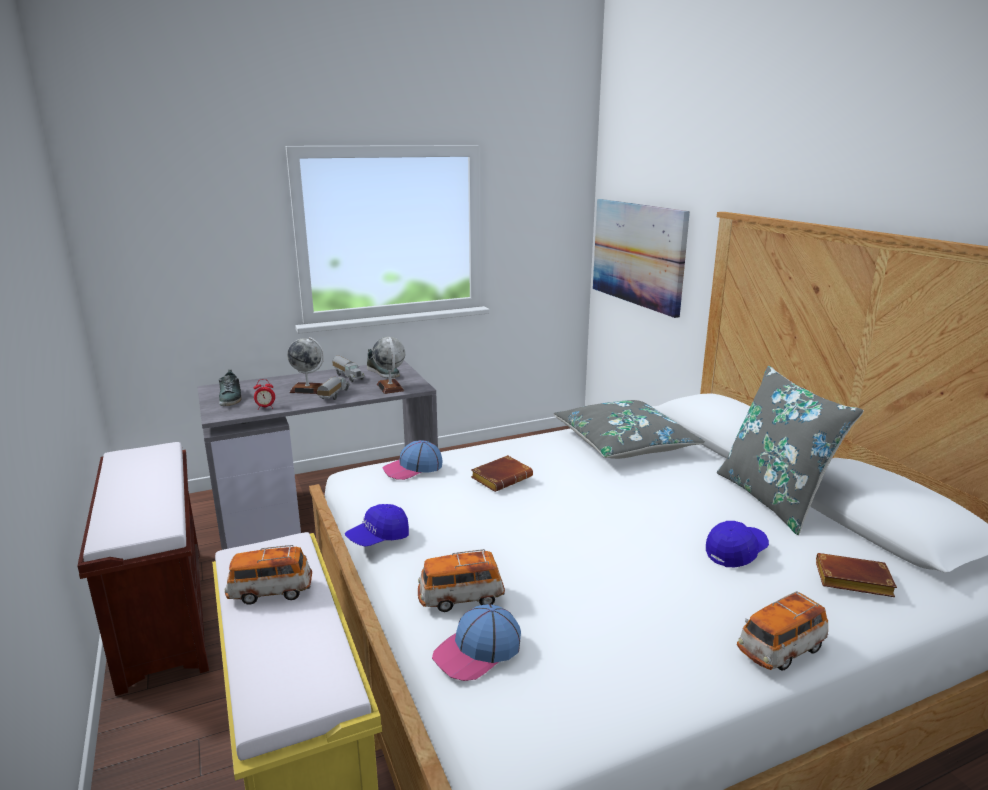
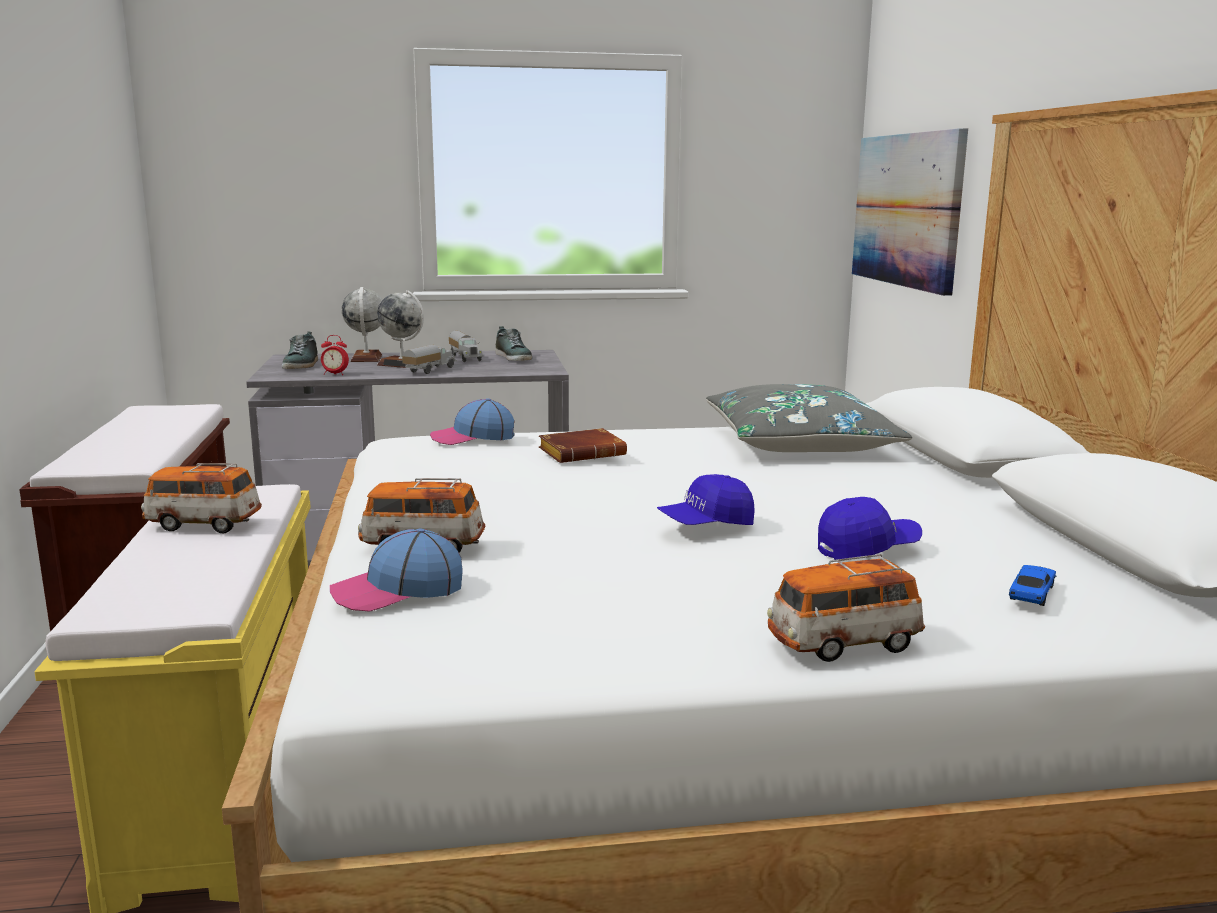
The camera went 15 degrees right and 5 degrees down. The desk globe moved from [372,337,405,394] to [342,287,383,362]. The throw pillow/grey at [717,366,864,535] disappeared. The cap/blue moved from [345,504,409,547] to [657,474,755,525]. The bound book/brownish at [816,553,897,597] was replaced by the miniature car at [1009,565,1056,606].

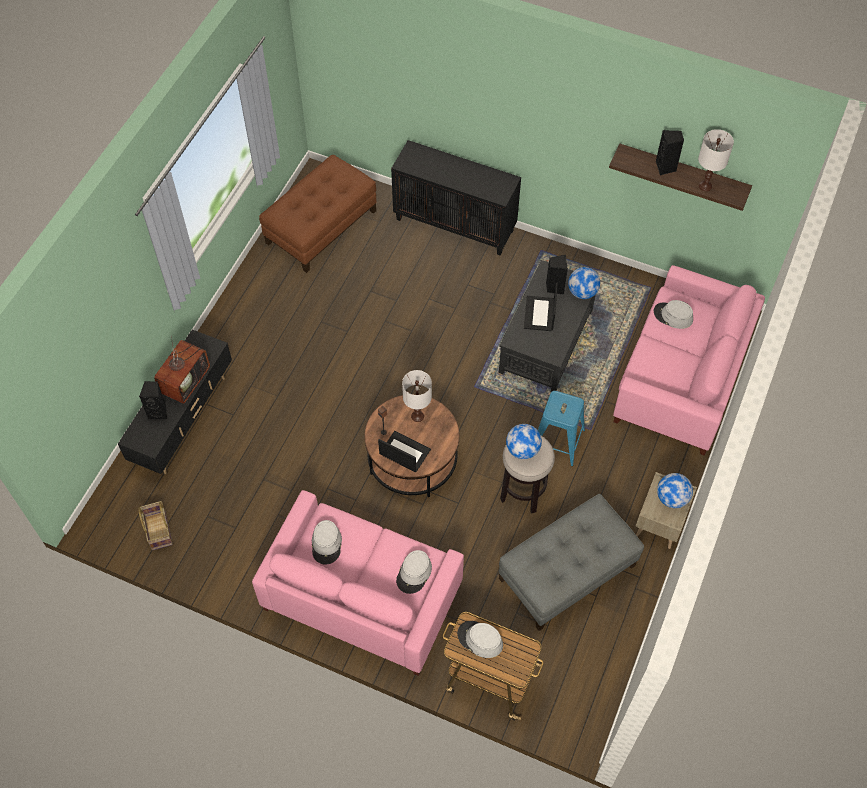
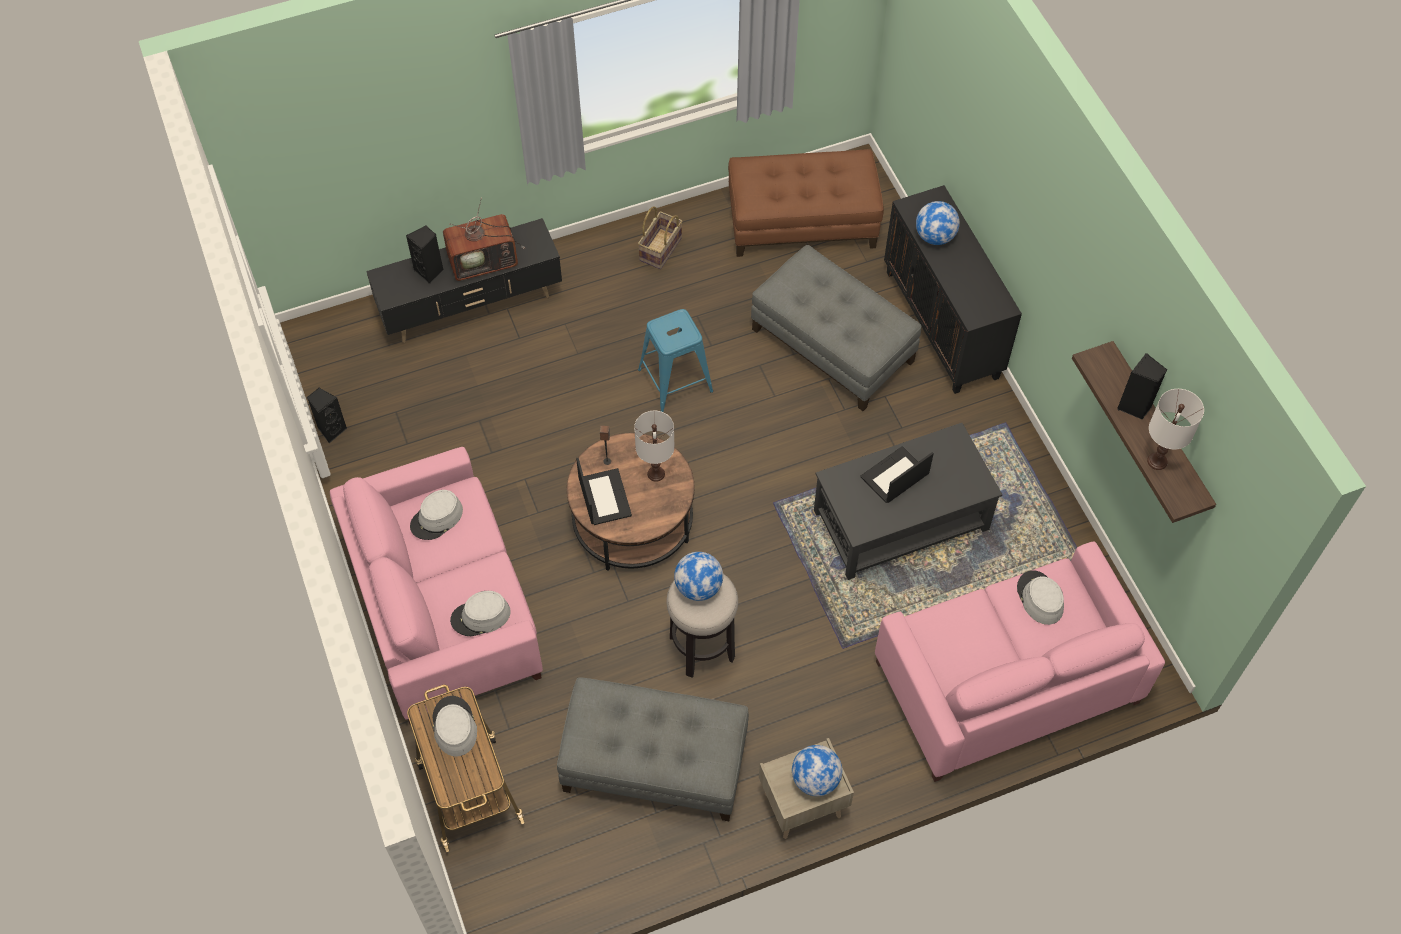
The camera went 45 degrees right and 0 degrees up. The speaker/black-coloured moved from [546,255,568,295] to [307,388,347,443]. The desk globe moved from [568,267,600,299] to [916,201,960,245]. The stool/blue moved from [538,391,585,466] to [638,309,713,412]. The household basket moved from [138,501,173,550] to [638,206,683,269]. The pouffe/grey at [751,245,922,411] appeared.

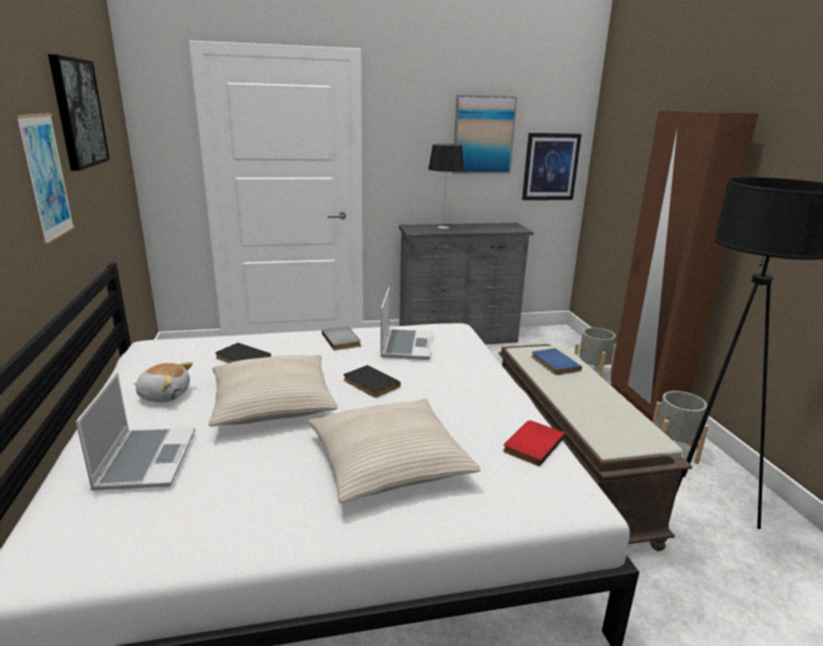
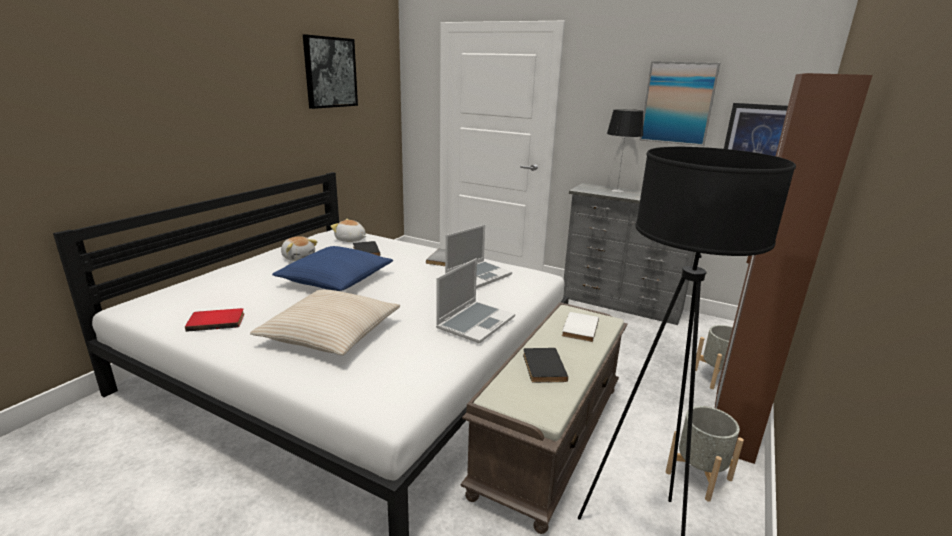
The camera went 40 degrees right and 0 degrees up. The wall art at [15,113,75,245] disappeared. The bound book/blue at [532,348,582,375] became the bound book/white-coloured at [562,312,599,342]. The throw pillow/beige at [209,355,337,426] became the throw pillow/blue at [272,246,393,291]. The bound book/black-coloured moved from [344,365,401,398] to [523,348,568,383]. The notebook computer moved from [76,372,195,490] to [436,258,515,344]. The bound book/red-coloured moved from [503,420,565,467] to [185,308,244,332]. The soft toy at [330,219,367,242] appeared.

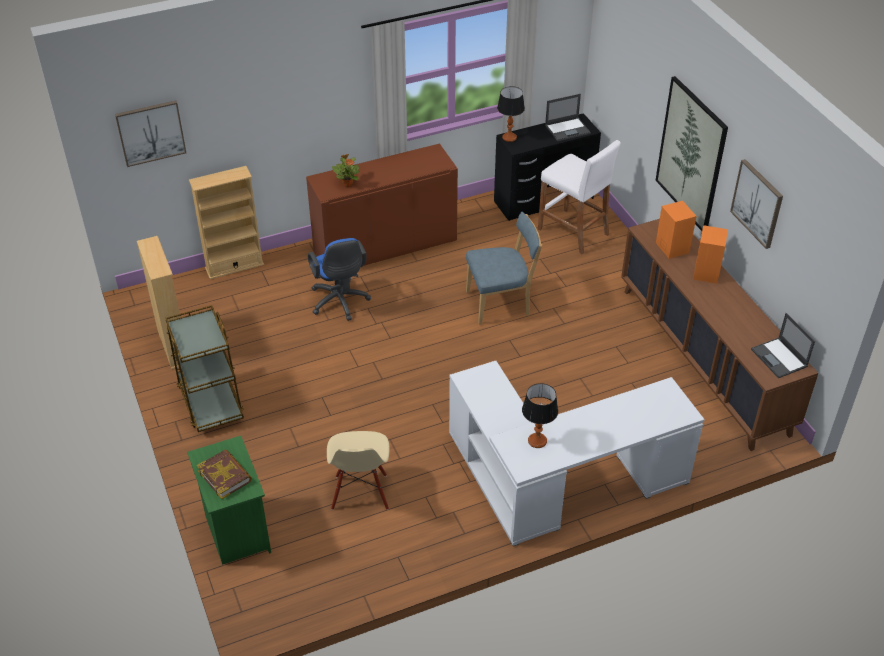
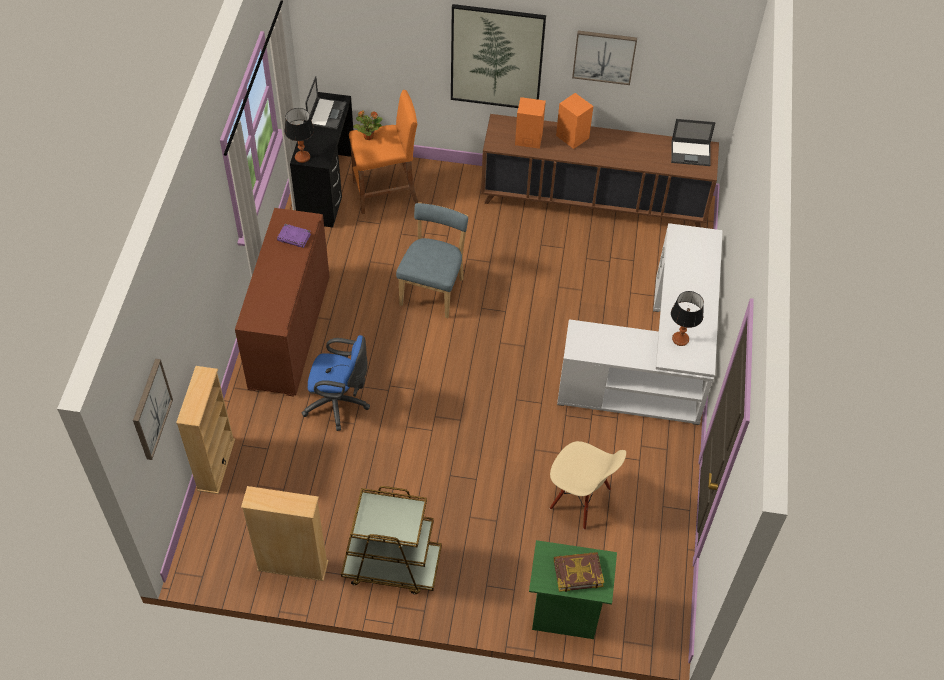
The camera went 60 degrees left and 10 degrees up. The stool/white-coloured at [538,140,621,255] became the stool/orange at [349,90,419,214]. The plant in a pot moved from [332,154,359,187] to [353,110,383,140]. The bound book/purple-coloured at [277,224,311,248] appeared.

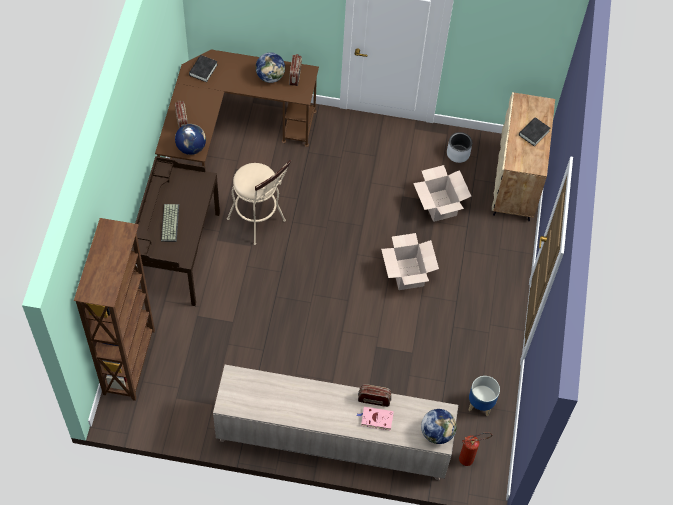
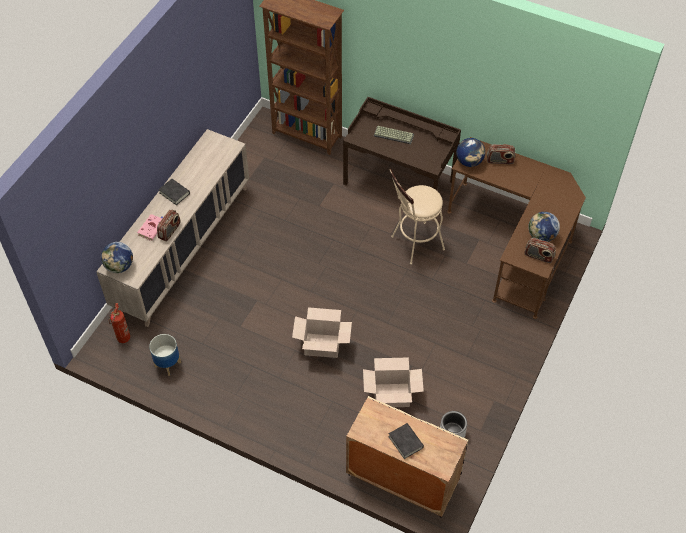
The camera went 110 degrees right and 5 degrees down. The bound book/black-coloured moved from [189,55,217,82] to [158,179,190,205].

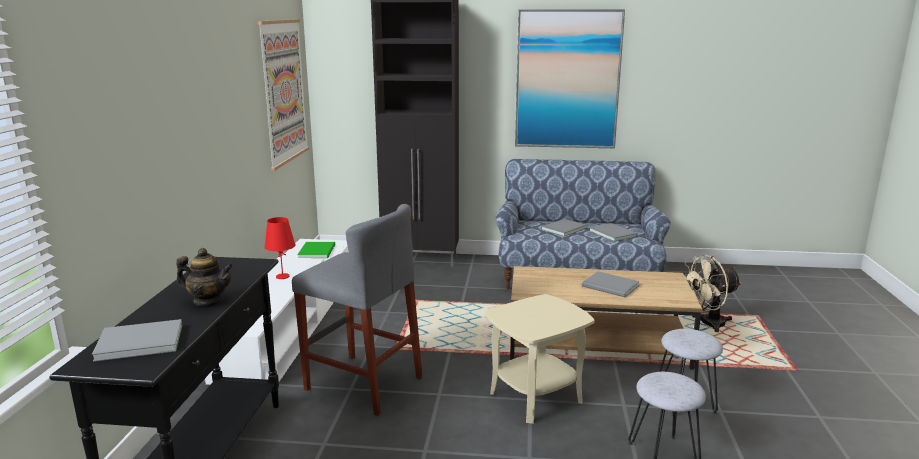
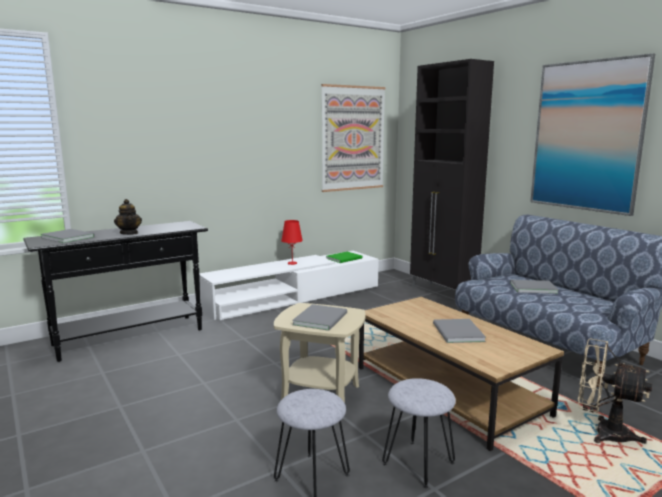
The camera went 50 degrees right and 5 degrees down. The stool/grey at [292,204,423,416] disappeared. The bound book/grey moved from [590,223,638,242] to [292,304,347,331].

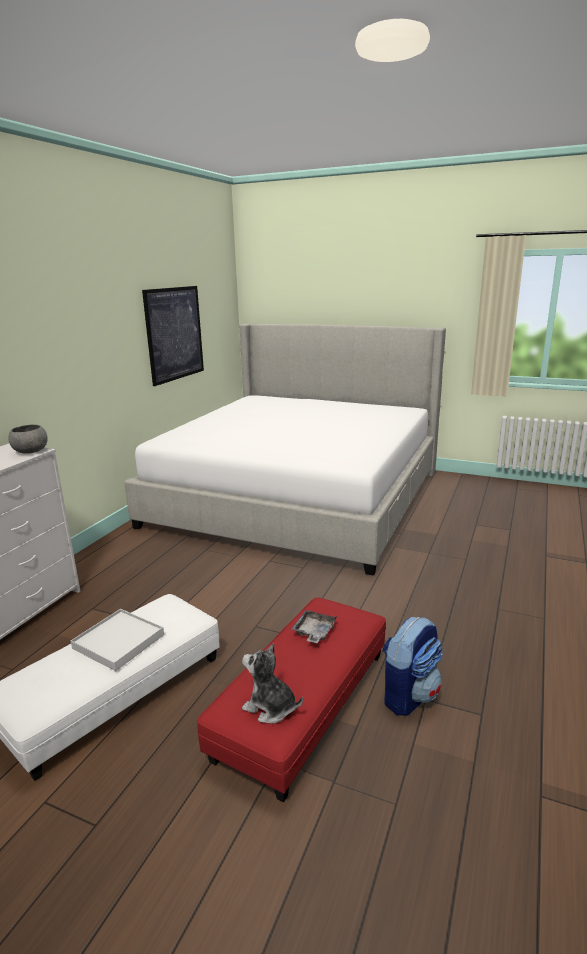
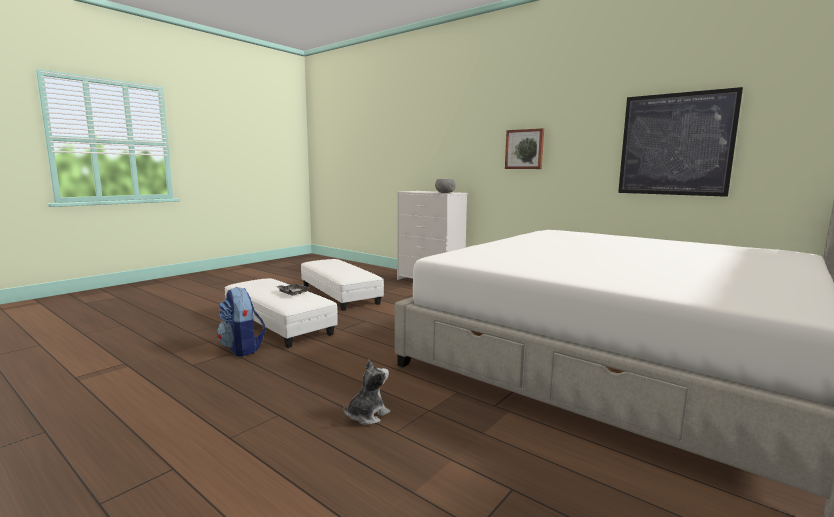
The camera went 105 degrees right and 10 degrees down. The pouffe/red-coloured at [197,597,386,802] became the pouffe/white-coloured at [225,278,338,348]. The serving tray/white-coloured at [71,609,164,671] disappeared. The soft toy moved from [242,643,303,724] to [343,359,391,425]. The wall art at [505,128,544,169] appeared.

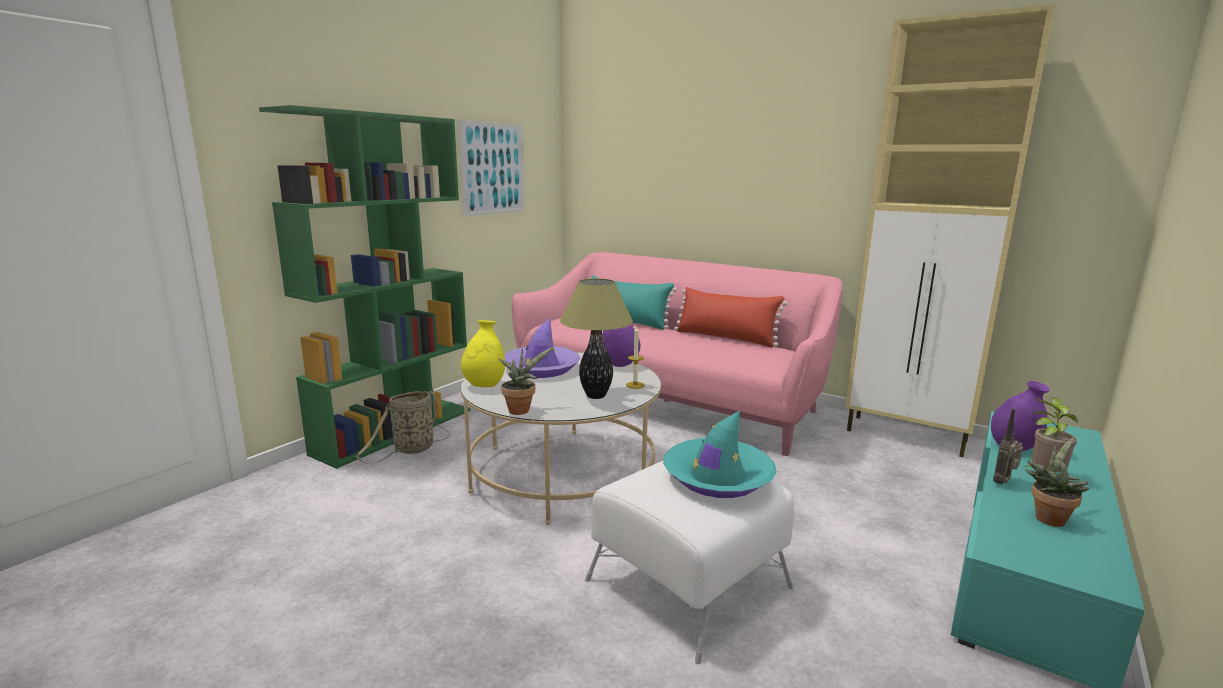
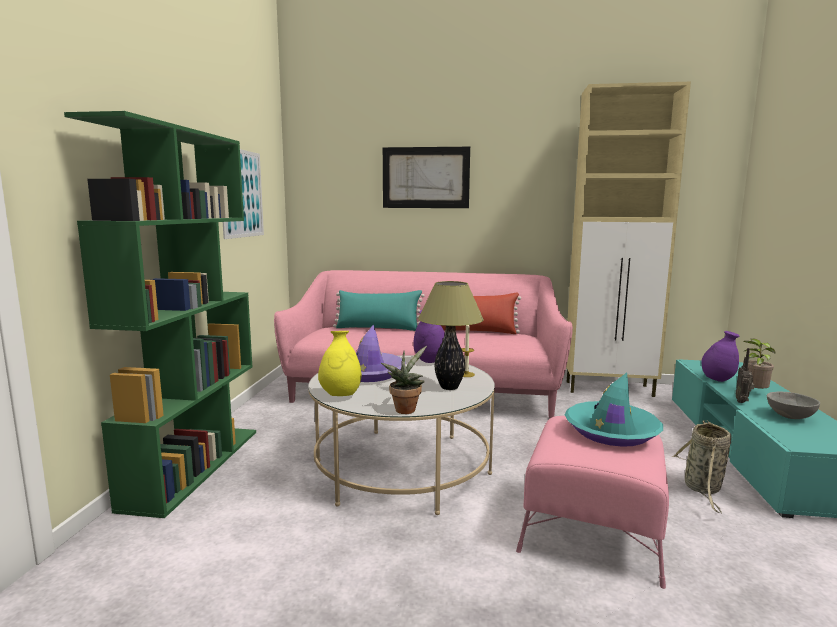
The camera went 25 degrees left and 5 degrees down. The household basket moved from [356,390,450,464] to [672,420,731,514]. The plant in a pot at [1025,438,1089,527] was replaced by the bowl/grey at [767,391,820,419]. The pouffe/white-coloured at [585,460,794,664] became the pouffe/pinkish at [516,416,669,589]. The wall art at [383,147,470,208] appeared.

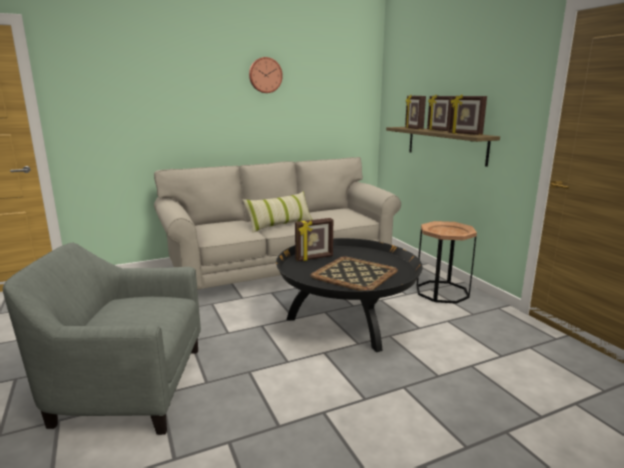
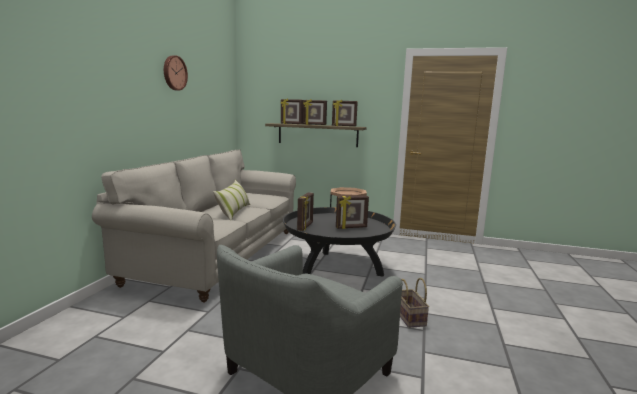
The camera went 50 degrees left and 5 degrees down. The serving tray at [310,256,398,291] was replaced by the standing frame at [336,195,369,229]. The household basket at [400,278,429,328] appeared.

